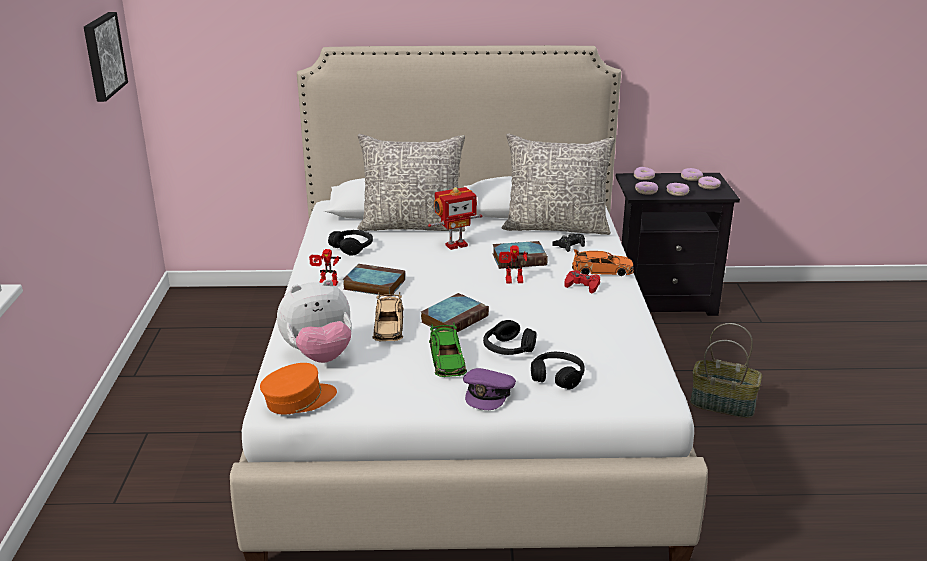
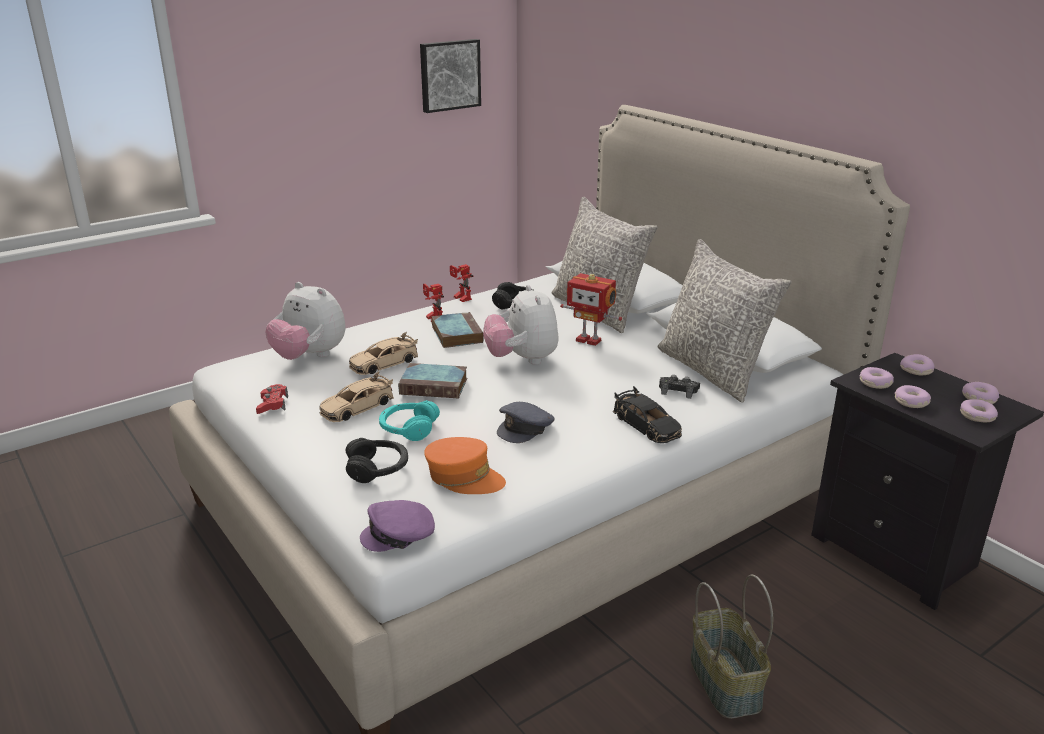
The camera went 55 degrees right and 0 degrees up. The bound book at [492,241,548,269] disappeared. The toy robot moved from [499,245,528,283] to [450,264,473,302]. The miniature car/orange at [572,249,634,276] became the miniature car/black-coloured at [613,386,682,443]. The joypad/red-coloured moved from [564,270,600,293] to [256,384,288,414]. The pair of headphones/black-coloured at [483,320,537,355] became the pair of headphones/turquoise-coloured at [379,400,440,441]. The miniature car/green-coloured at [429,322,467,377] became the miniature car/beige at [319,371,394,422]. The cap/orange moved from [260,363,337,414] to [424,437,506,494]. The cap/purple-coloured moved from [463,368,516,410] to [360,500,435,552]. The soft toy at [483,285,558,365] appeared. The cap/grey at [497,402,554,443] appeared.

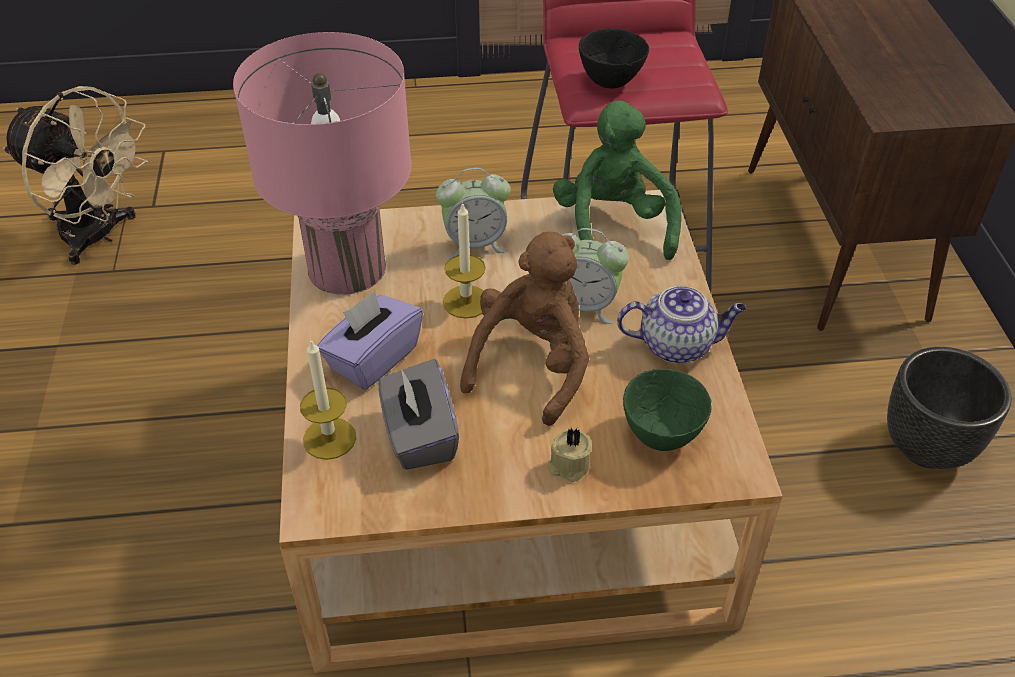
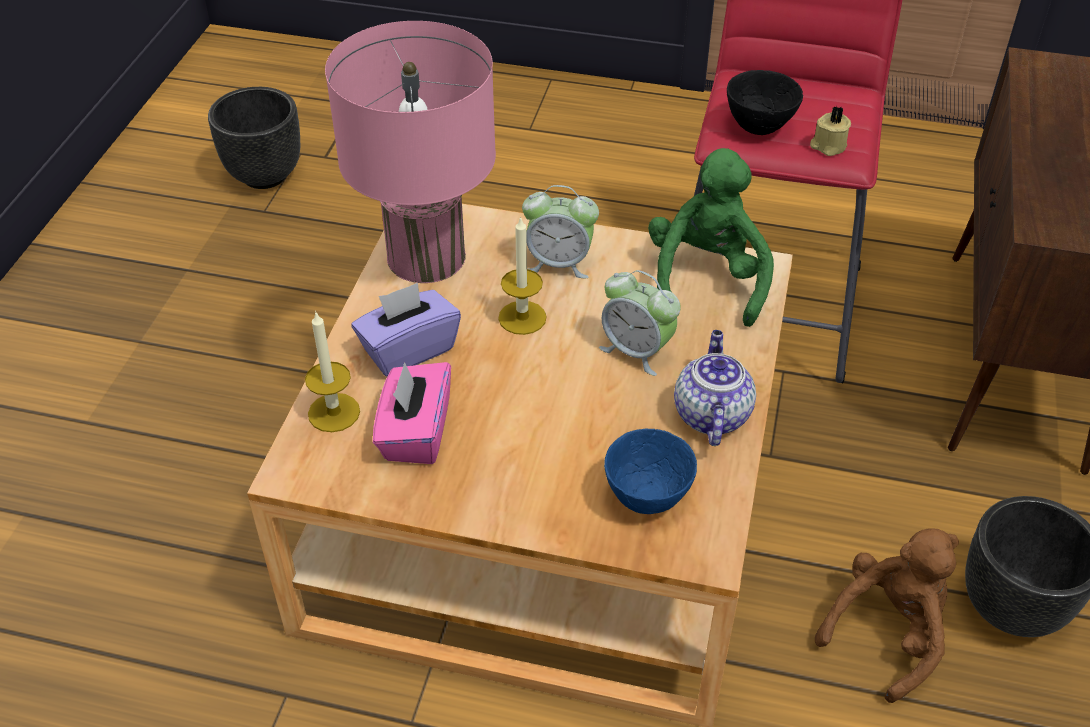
The camera went 20 degrees right and 0 degrees up. The fan/beige at [3,86,148,265] was replaced by the planter/black-coloured at [208,87,300,189]. The soft toy/brownish moved from [460,232,589,426] to [815,528,959,703]. The pot for tea at [617,286,746,363] turned 105 degrees counterclockwise. The tissue box/grey at [378,359,459,470] became the tissue box/pinkish at [373,362,451,464]. The bowl/green-coloured at [623,369,712,451] became the bowl/blue at [604,428,697,514]. The wax candle/beige moved from [547,428,592,482] to [810,106,851,156].

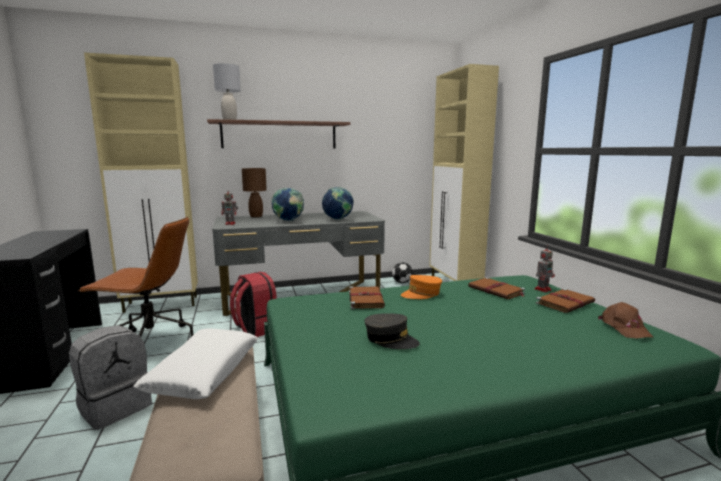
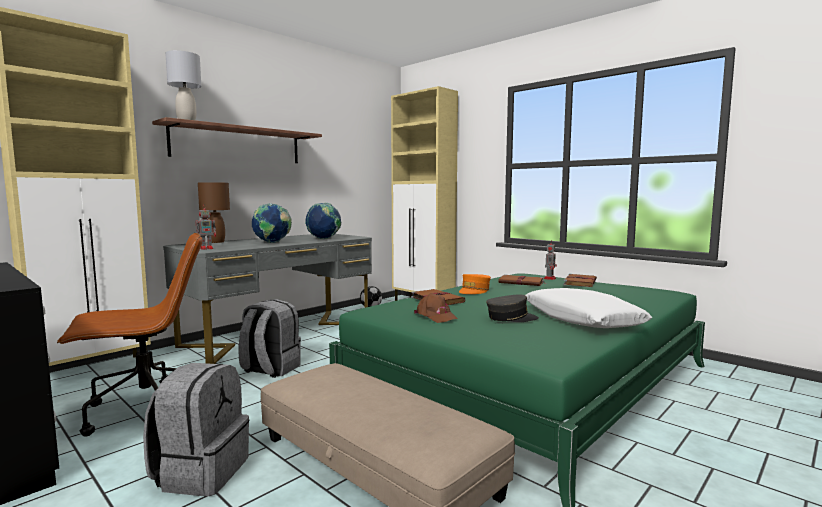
The camera went 30 degrees left and 5 degrees down. The backpack/red-coloured at [230,272,277,337] became the backpack/grey at [239,299,301,378]. The cap/brownish moved from [598,302,653,338] to [414,293,458,323]. The throw pillow/white-coloured moved from [133,328,258,399] to [525,288,653,328].

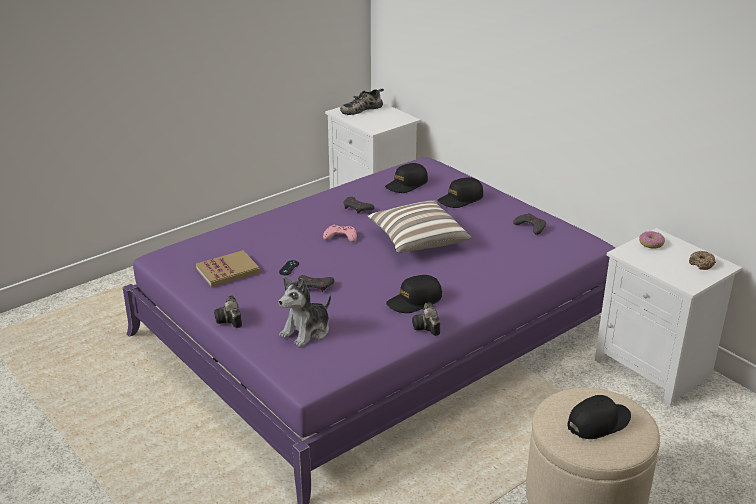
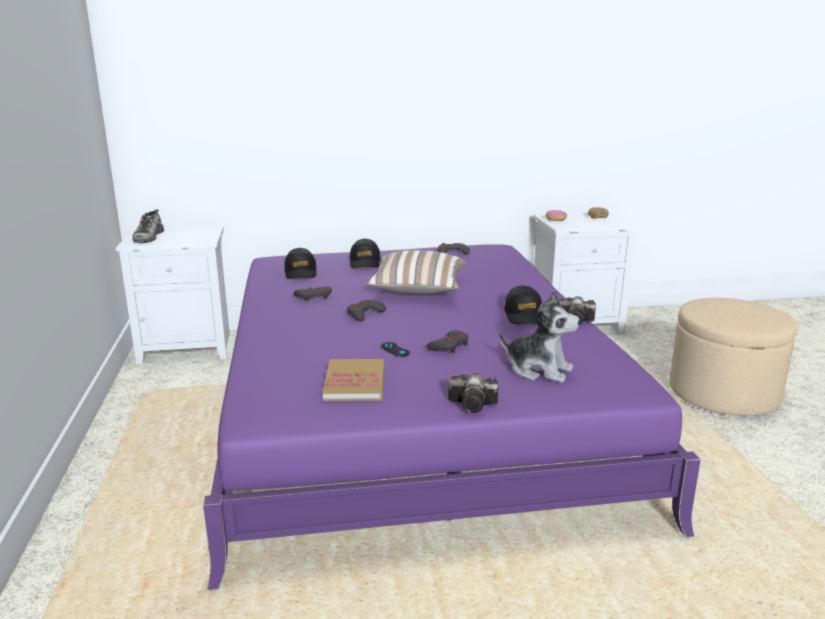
The camera went 60 degrees left and 10 degrees down. The joypad/pinkish at [323,225,357,242] became the joypad/grey at [347,300,386,321]. The soft toy at [279,277,331,347] turned 45 degrees counterclockwise. The cap/black-coloured at [568,395,631,439] disappeared.

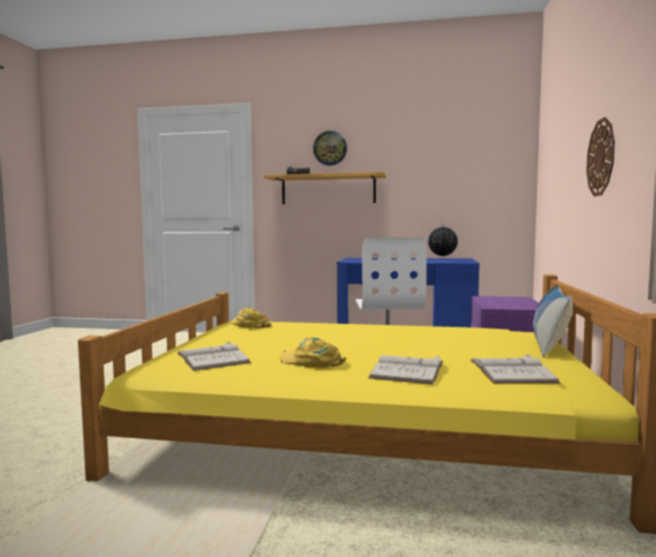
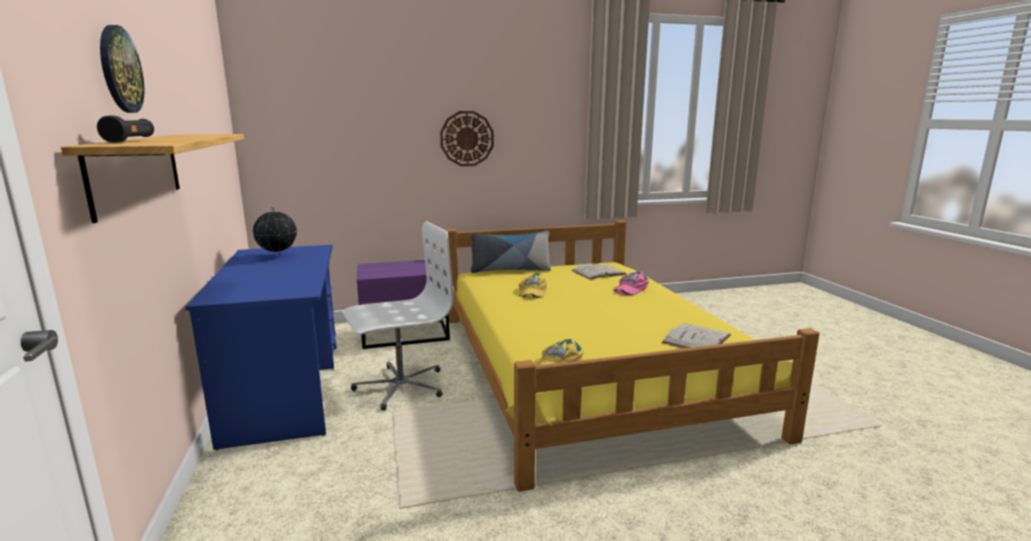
The camera went 115 degrees left and 10 degrees up. The cap/yellowish moved from [280,338,346,367] to [518,273,547,299]. The bound book/white-coloured at [368,355,443,385] was replaced by the cap/pinkish at [613,272,649,295].

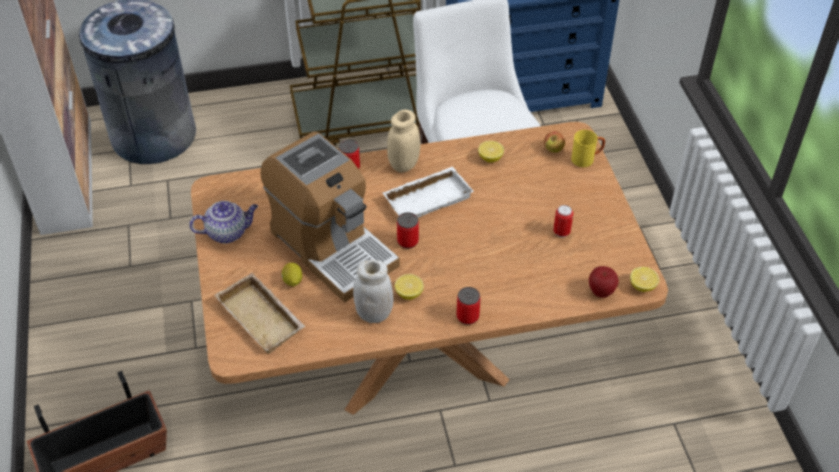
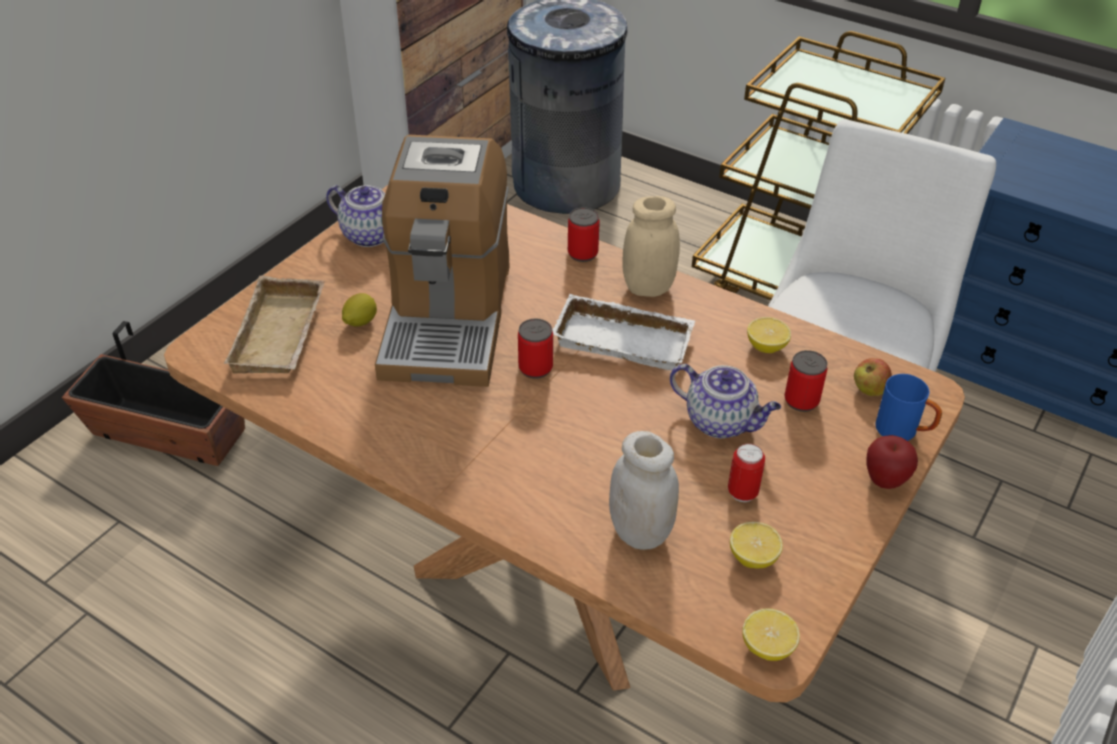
The camera went 45 degrees right and 5 degrees down. The coffee mug/yellowish at [571,130,605,167] became the coffee mug/blue at [875,374,942,441]. The preserve jar/white-coloured moved from [353,260,393,323] to [609,431,679,550]. The apple fruit moved from [589,266,619,298] to [866,435,918,489]. The lemon moved from [395,274,424,300] to [730,522,783,569]. The can moved from [457,287,480,325] to [784,350,828,412]. The pot for tea at [670,364,781,438] appeared.

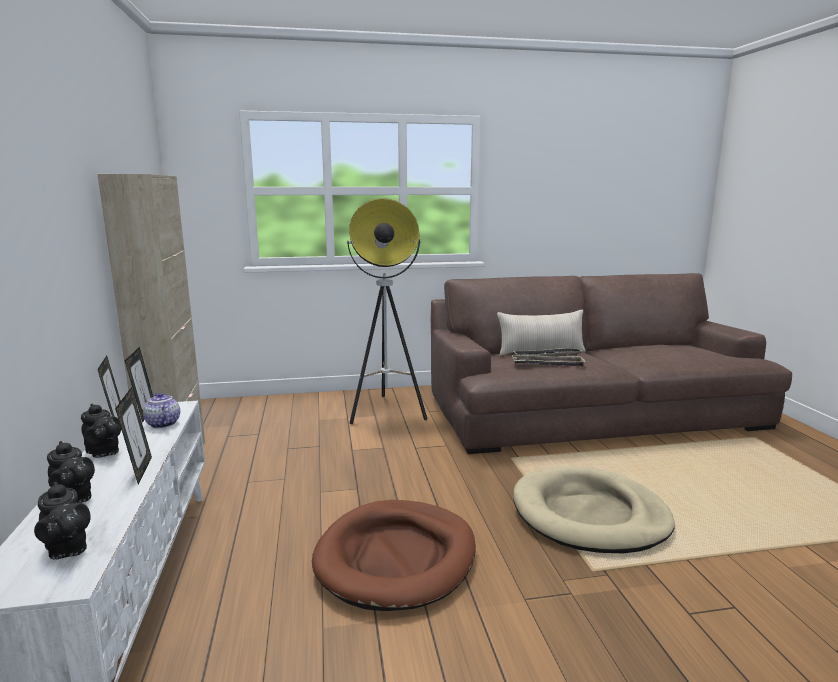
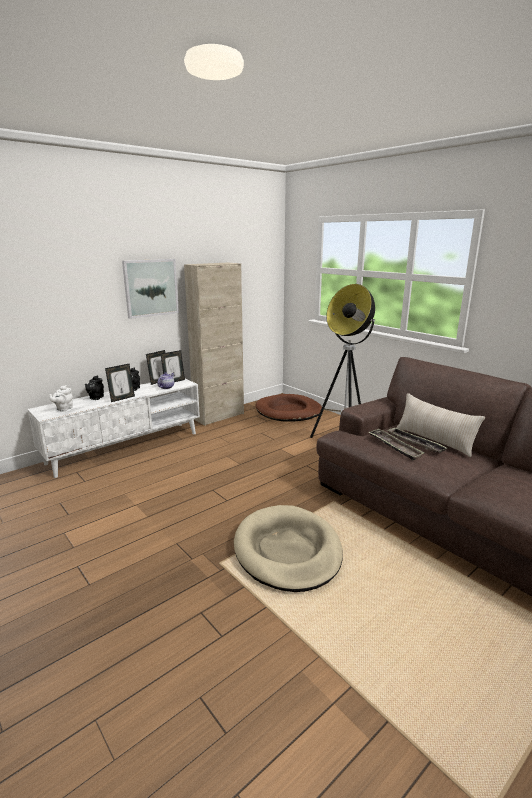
The camera went 60 degrees right and 5 degrees up. The pot for tea/black-coloured at [34,482,91,560] became the pot for tea/white-coloured at [49,385,73,412]. The dog bed/brownish moved from [312,500,476,611] to [256,394,322,421]. The wall art at [122,259,179,319] appeared.

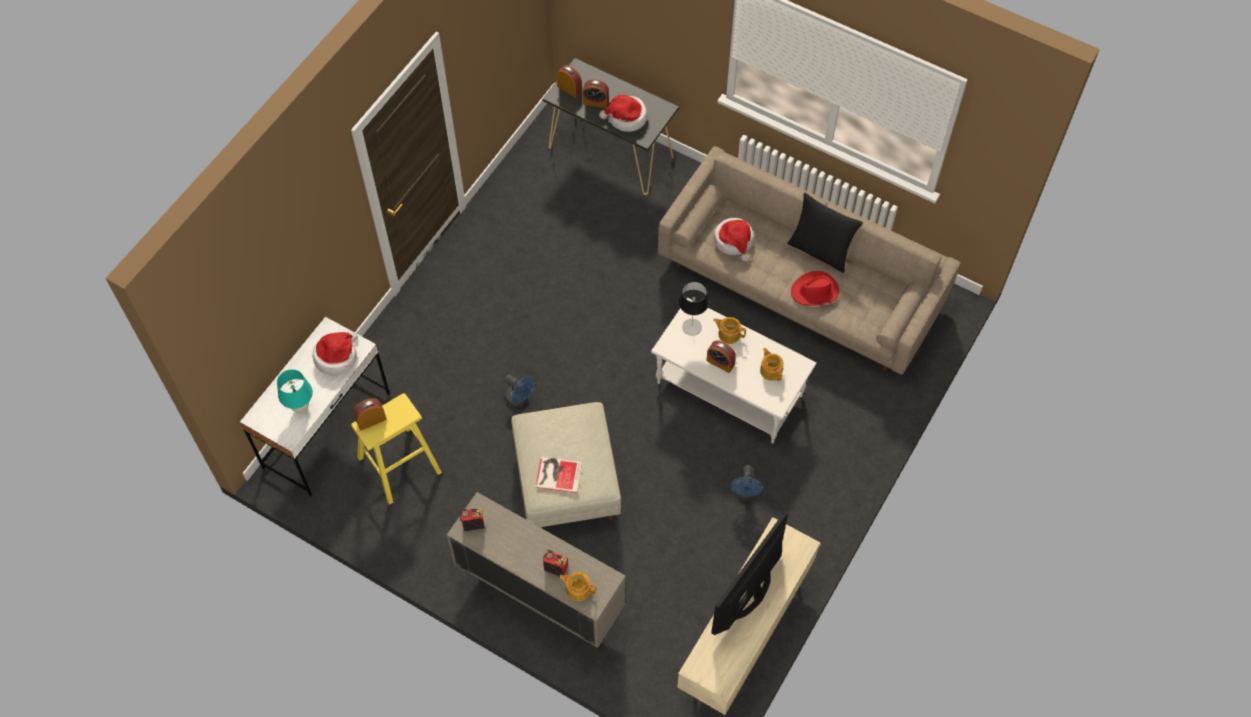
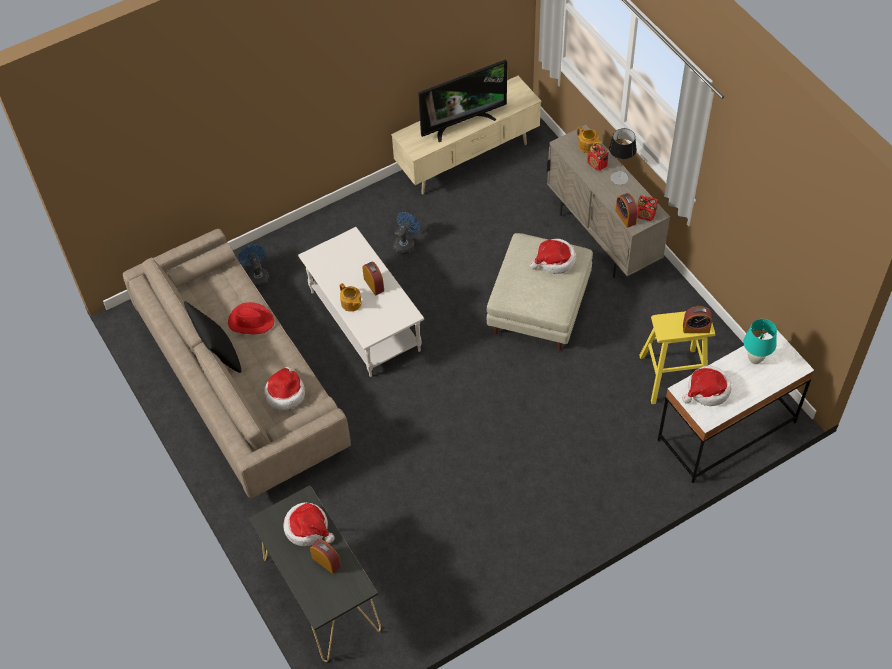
The camera went 150 degrees left and 5 degrees down. The bedside clock moved from [556,65,582,98] to [616,193,638,228]. The table lamp moved from [679,282,709,336] to [609,128,637,185]. The pot for tea at [760,348,784,381] disappeared. The fan/blue moved from [504,374,535,408] to [238,244,269,287]. The bound book at [535,457,582,493] was replaced by the clothing hat at [530,239,576,274].

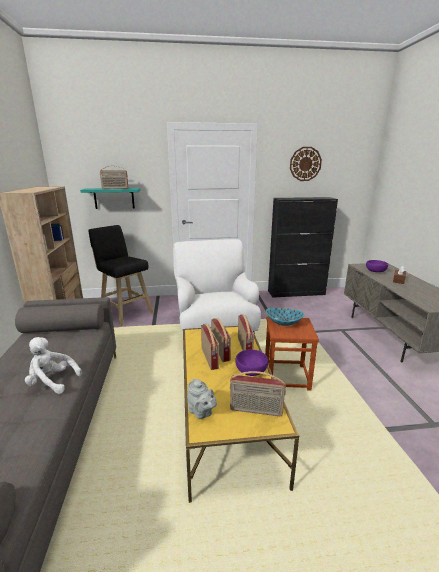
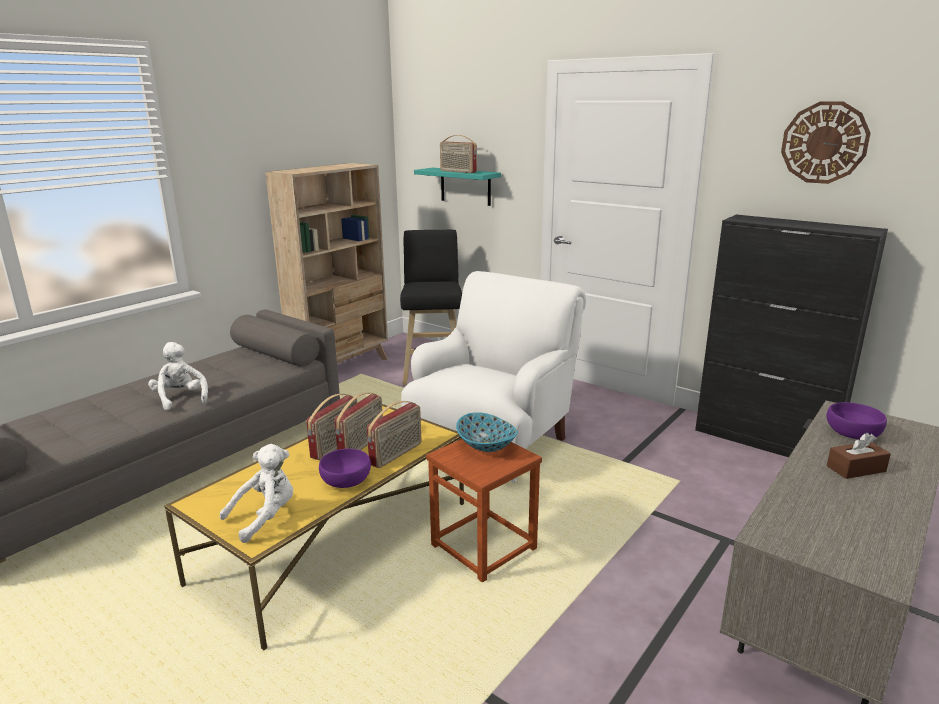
The camera went 45 degrees right and 0 degrees up. The radio set at [230,371,286,416] was replaced by the soft toy/white-coloured at [220,444,293,543]. The pot for tea/grey at [187,378,217,419] disappeared.

